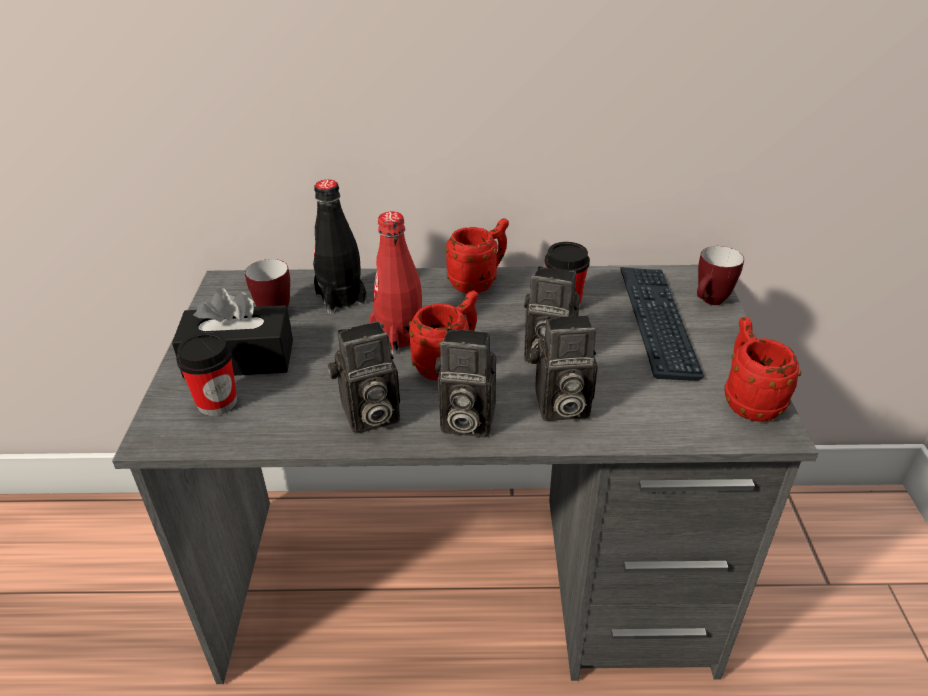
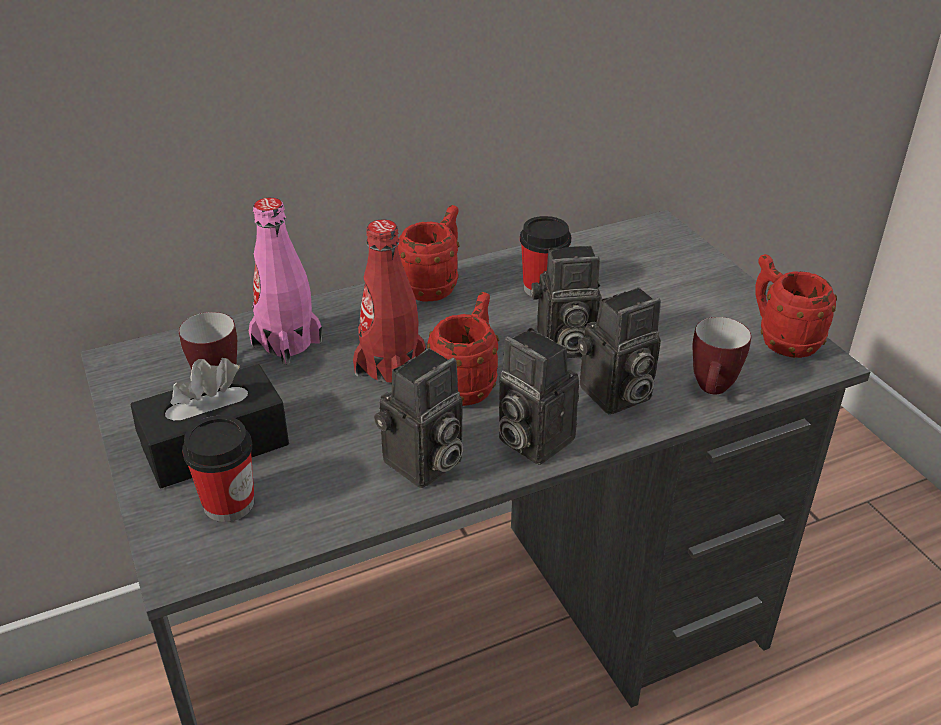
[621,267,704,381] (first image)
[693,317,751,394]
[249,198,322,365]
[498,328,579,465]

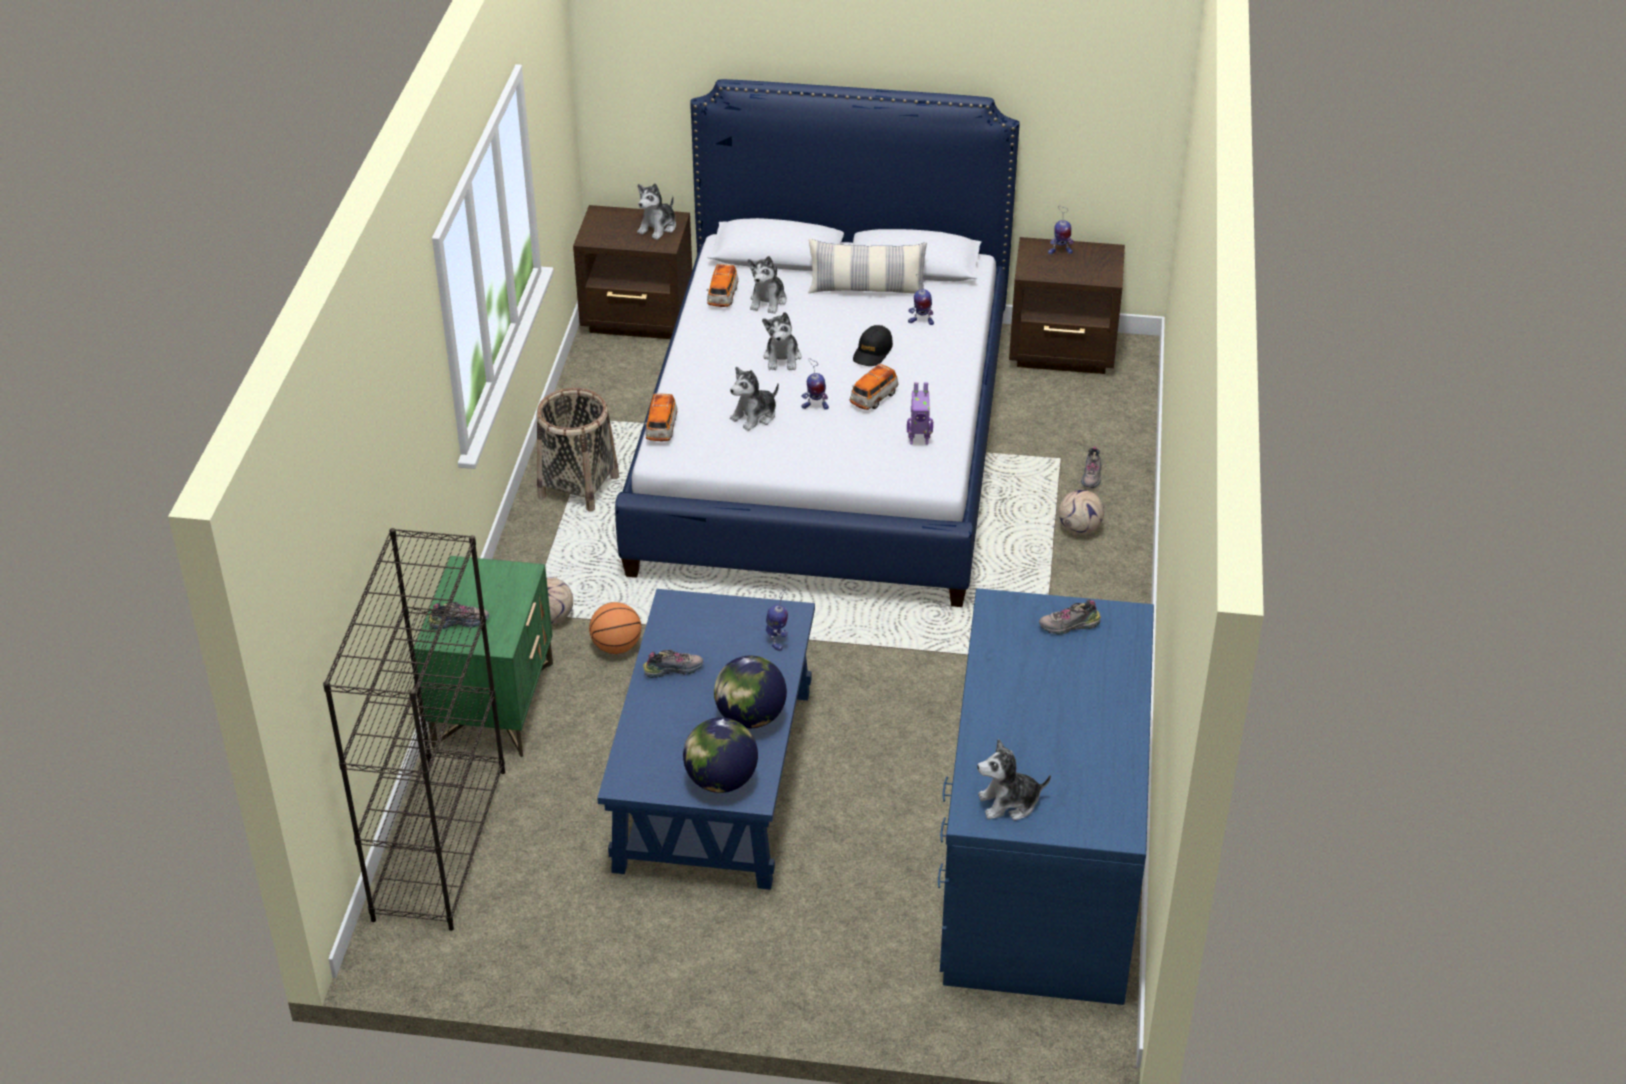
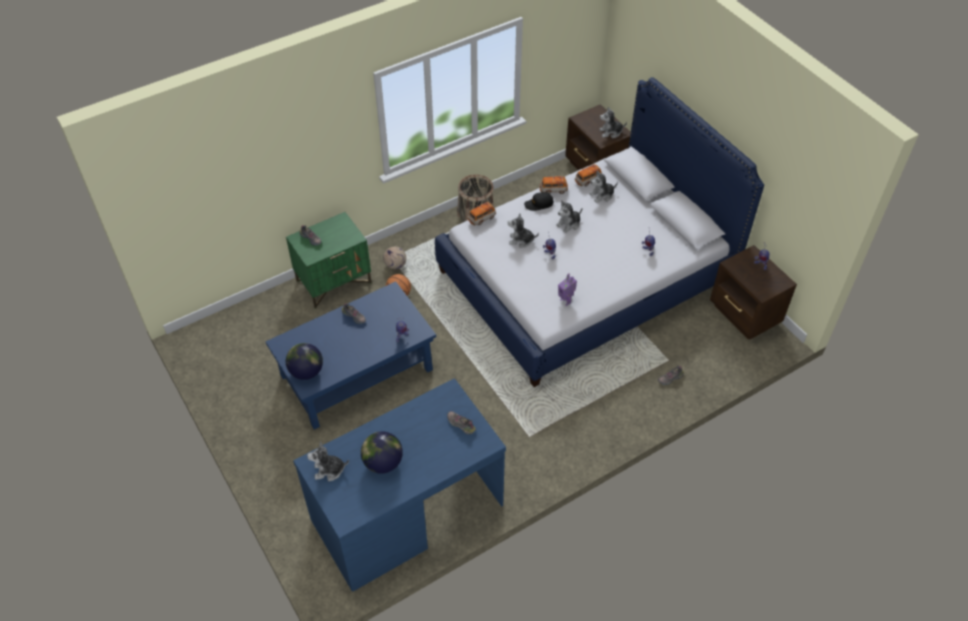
[323,528,505,931] (first image)
[808,238,927,294] (first image)
[1059,490,1104,535] (first image)
[361,431,403,474]
[540,176,568,194]
[524,192,554,211]
[307,441,349,481]

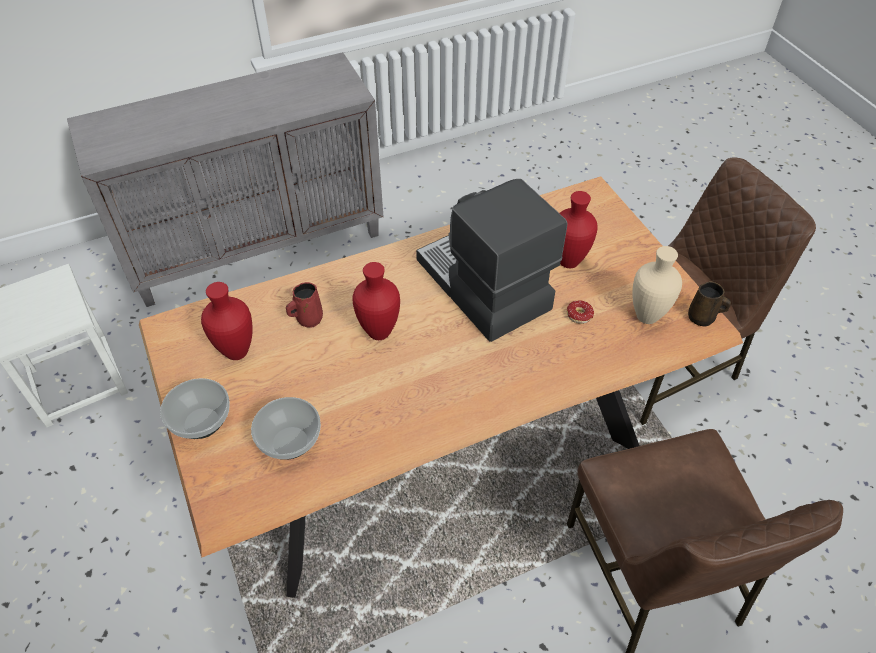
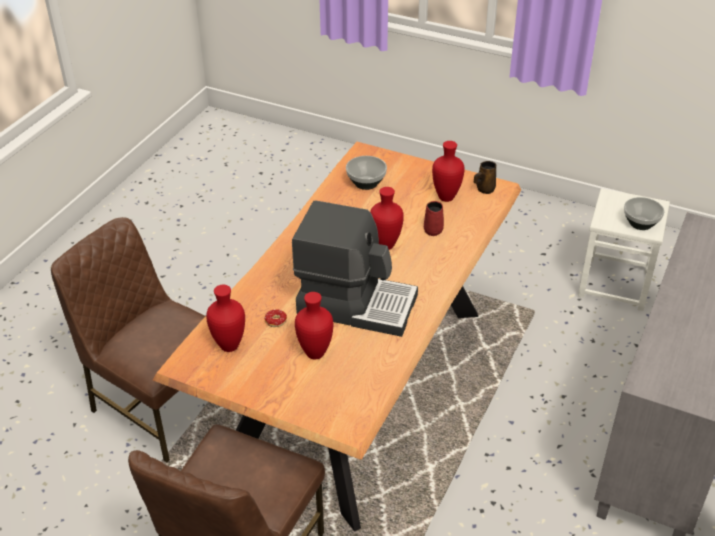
[624,197,664,230]
[474,161,496,194]
[206,285,245,352]

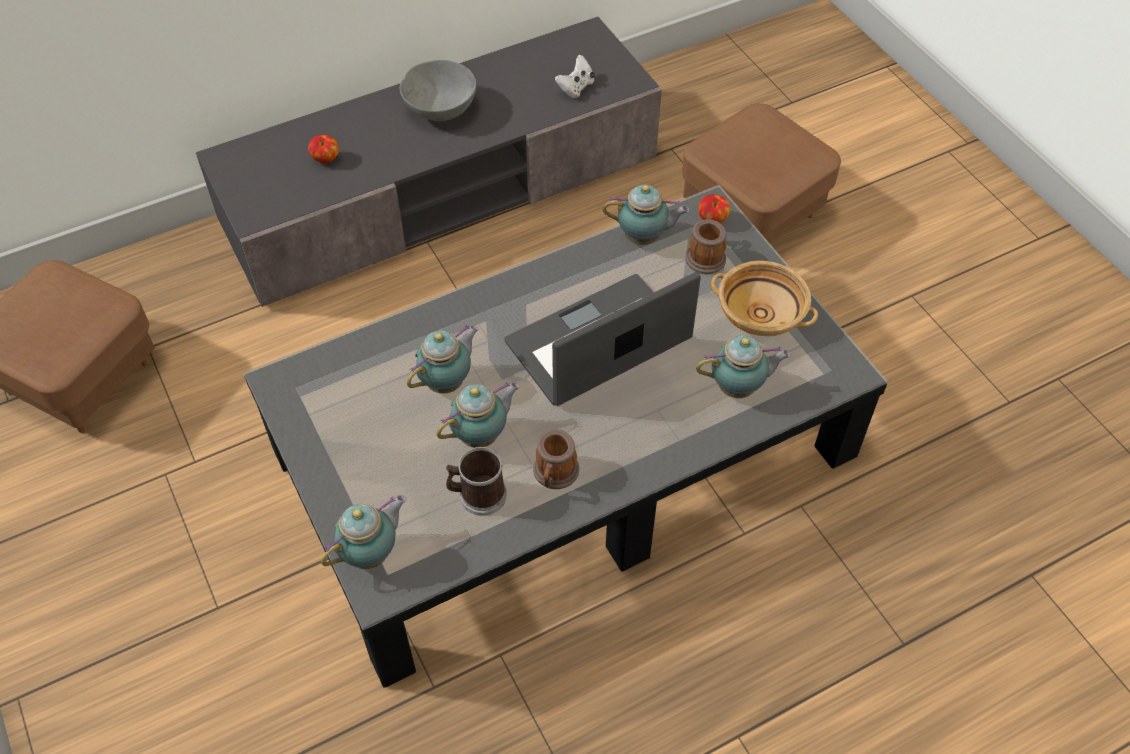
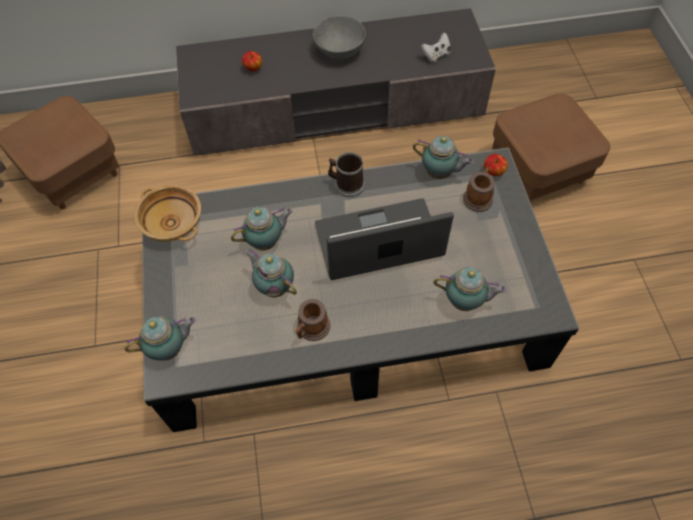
[328,152,365,197]
[134,185,201,242]
[245,249,297,297]

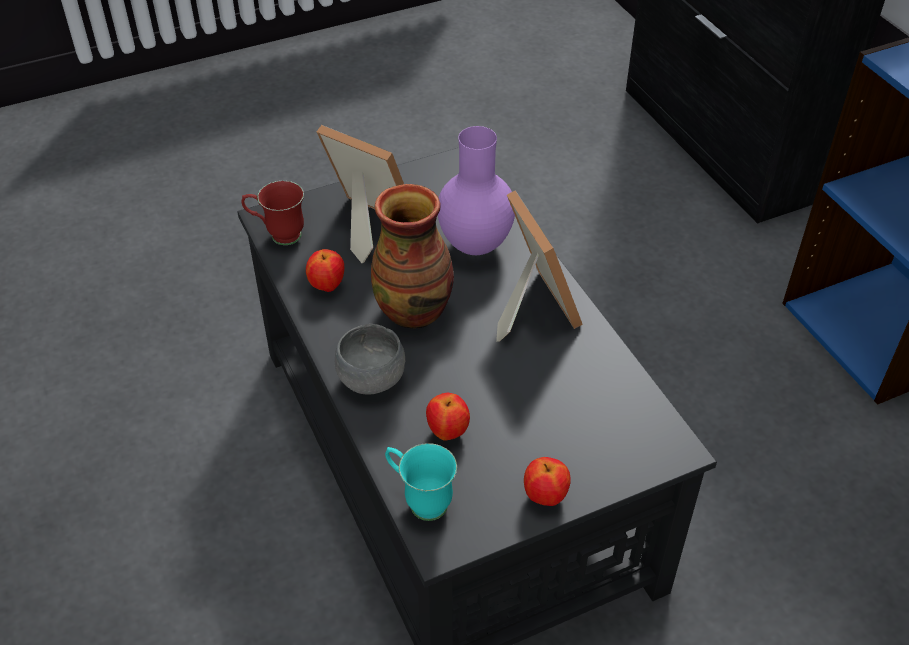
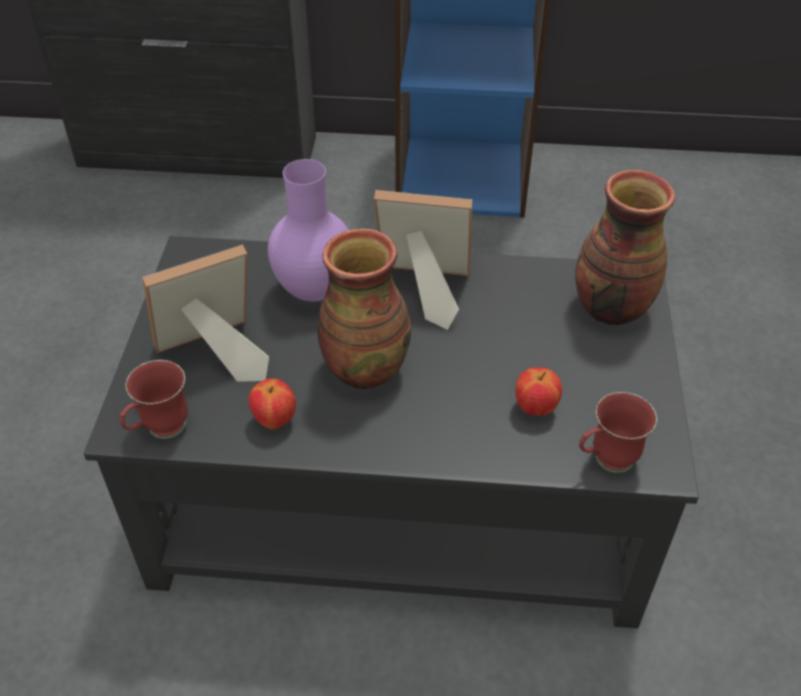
[335,324,405,395] (first image)
[524,457,571,506] (first image)
[575,170,675,325]
[579,392,657,473]

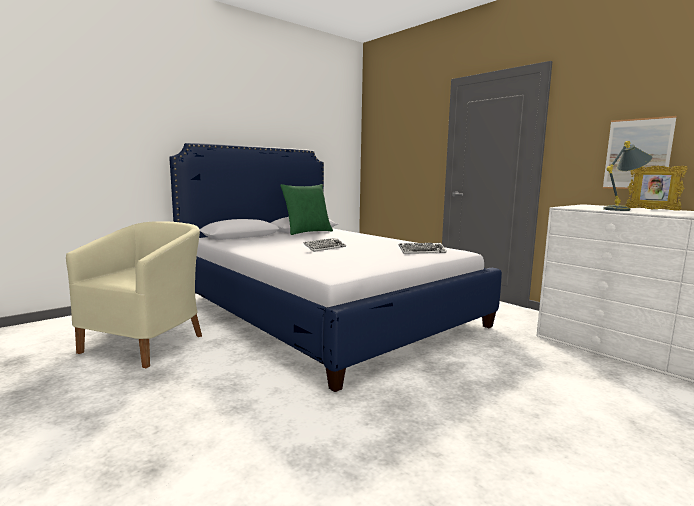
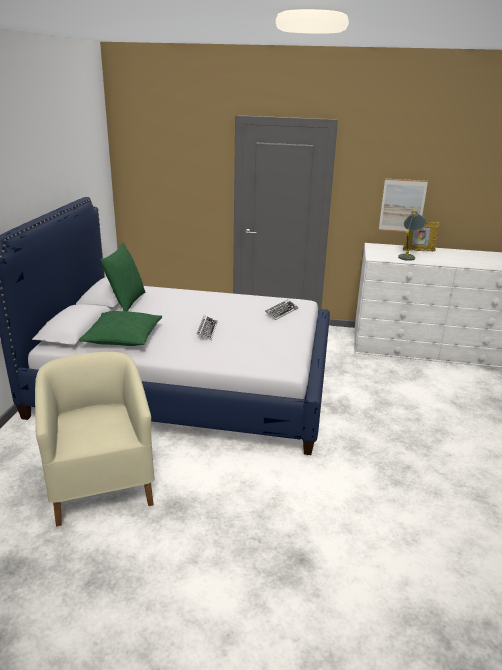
[79,311,162,346]

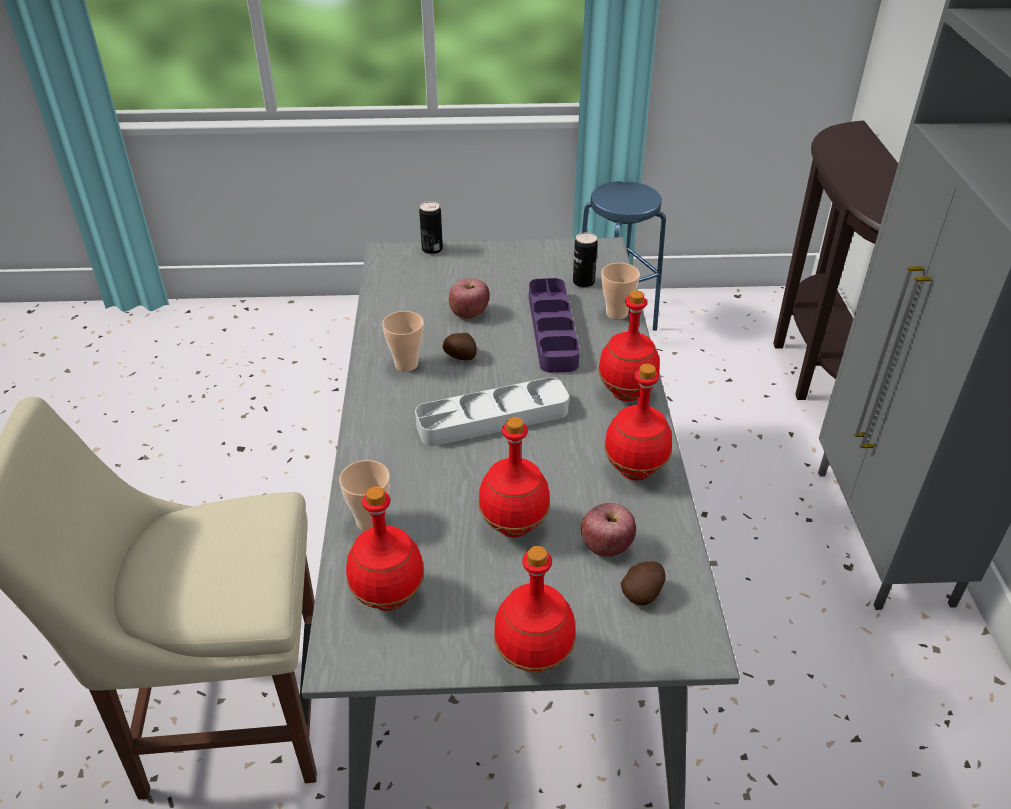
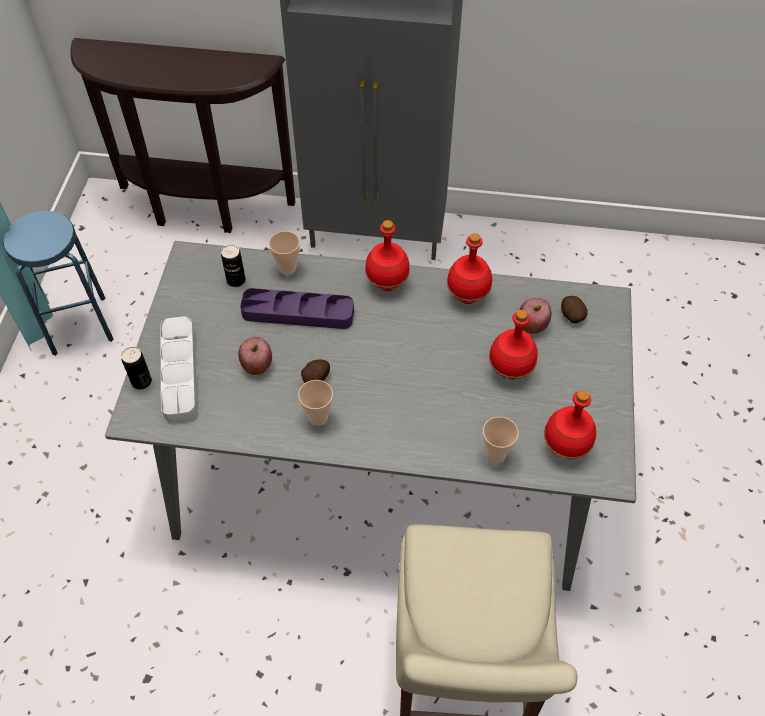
[494,546,576,673] (first image)
[160,316,197,423]

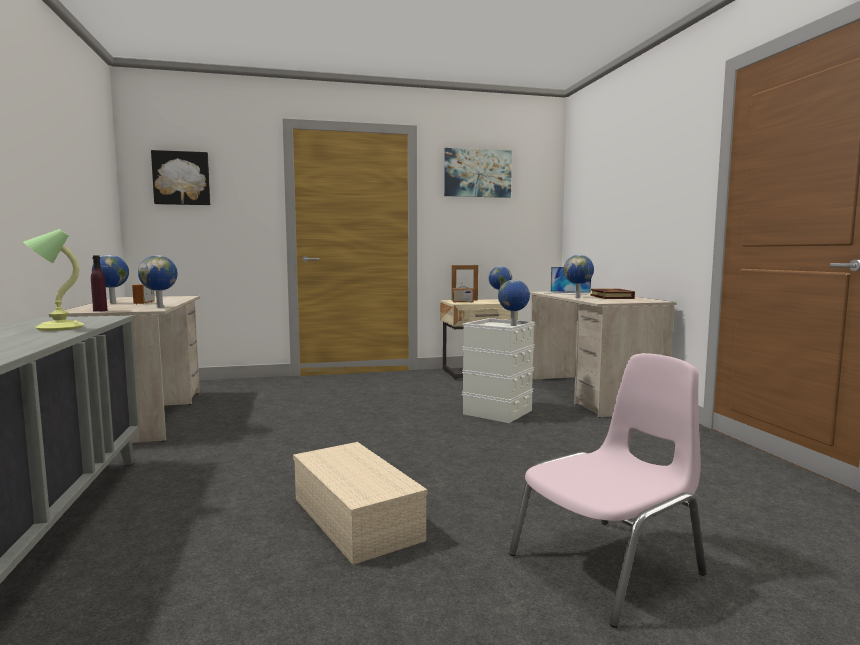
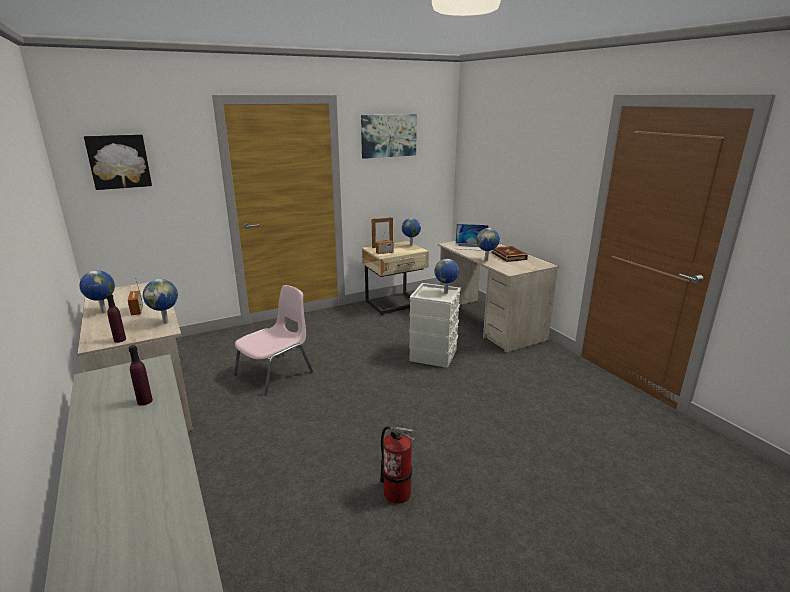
[234,285,313,396]
[129,345,153,406]
[380,424,415,504]

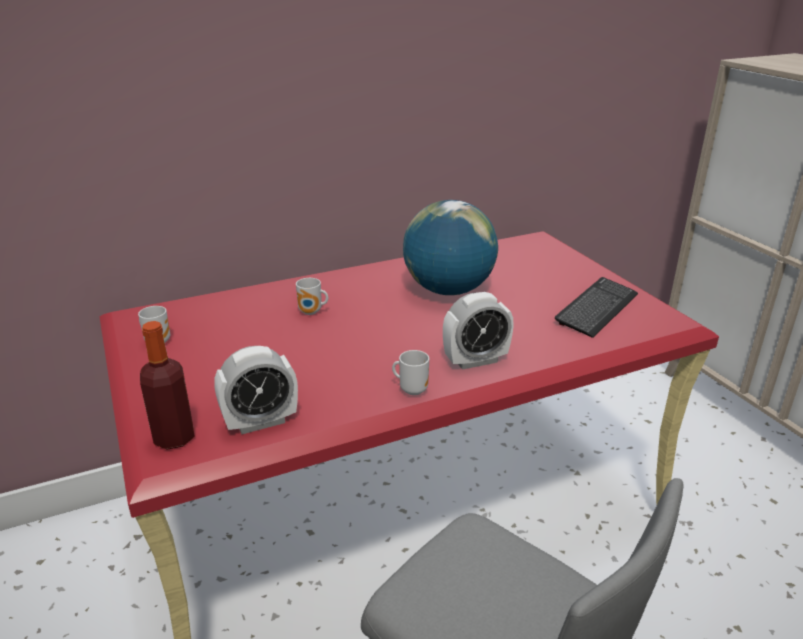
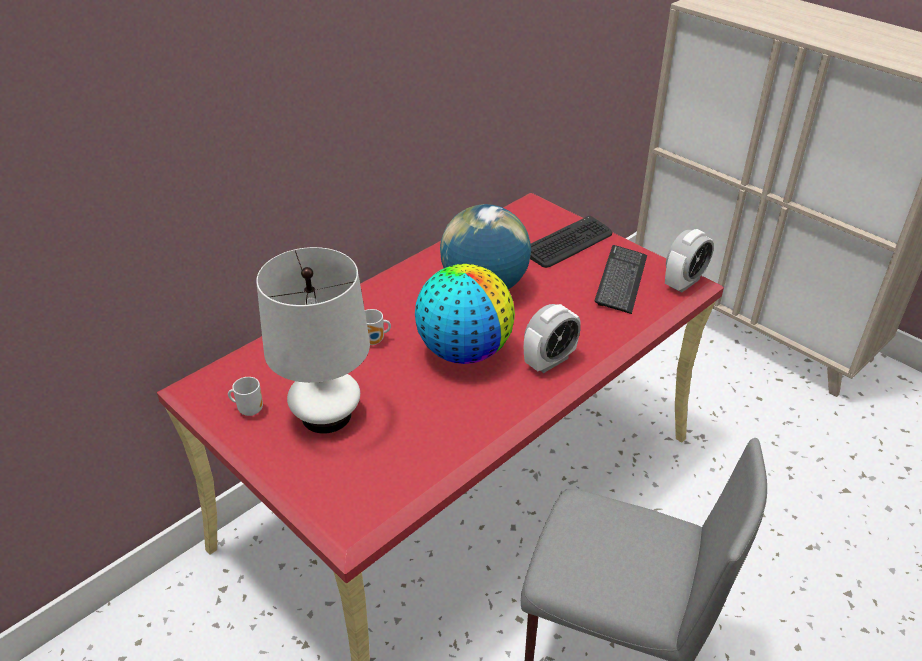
[140,321,195,450] (first image)
[392,350,429,395] (first image)
[256,247,370,434]
[415,264,515,364]
[530,216,612,268]
[665,229,714,292]

